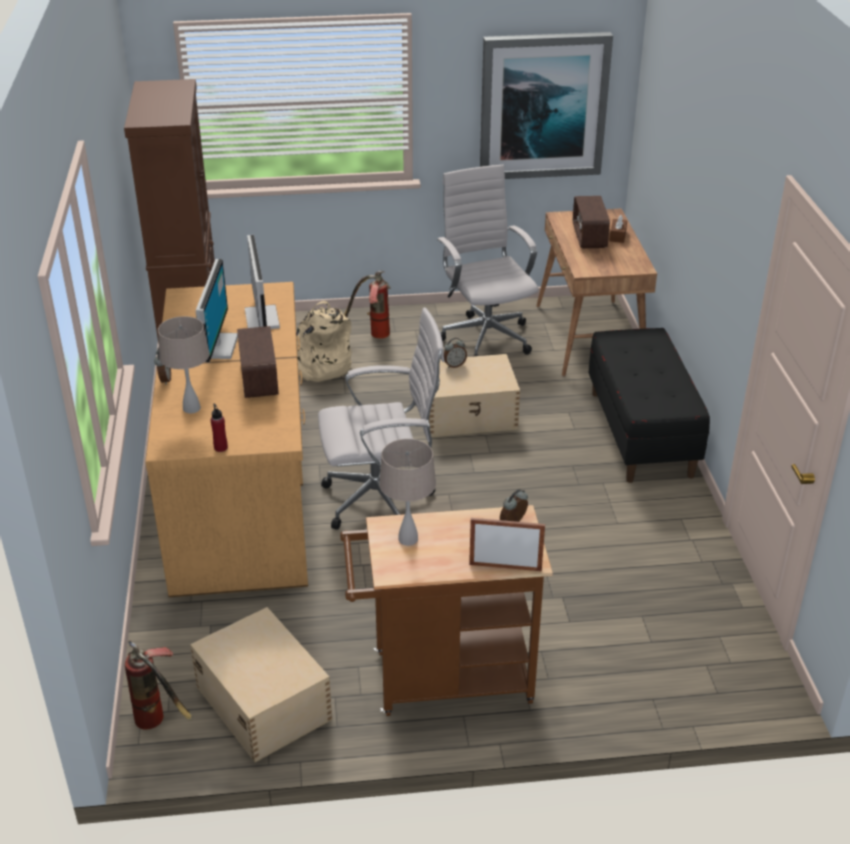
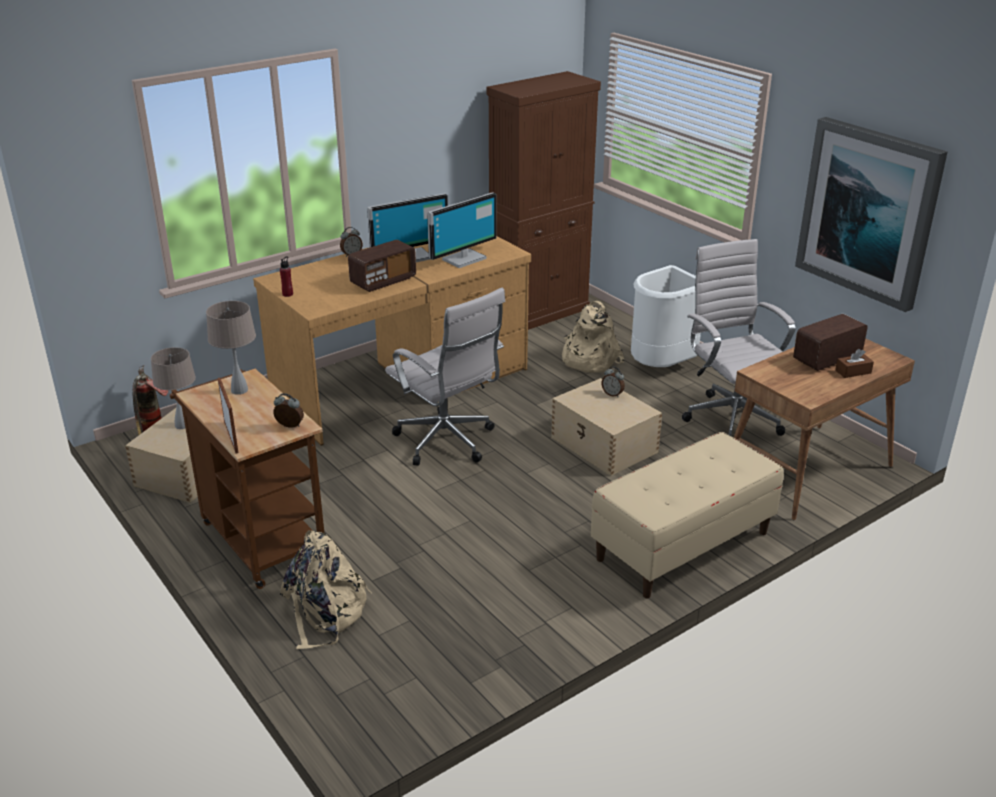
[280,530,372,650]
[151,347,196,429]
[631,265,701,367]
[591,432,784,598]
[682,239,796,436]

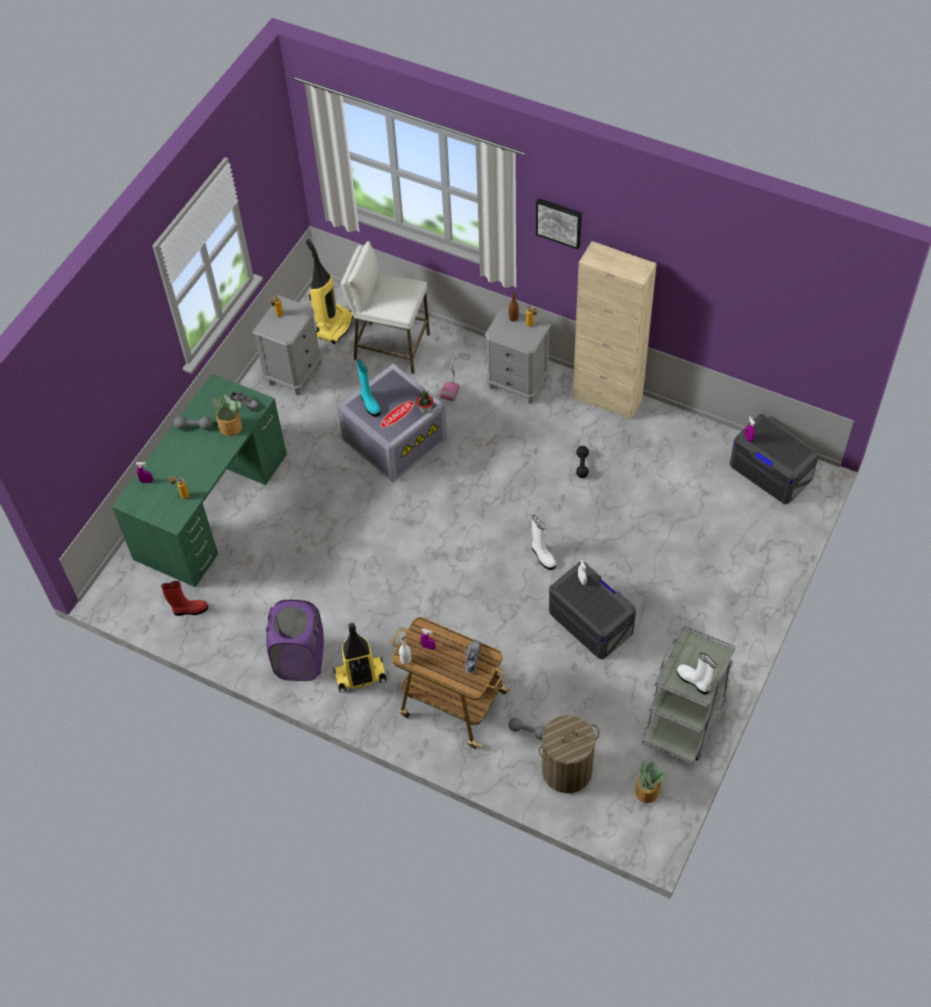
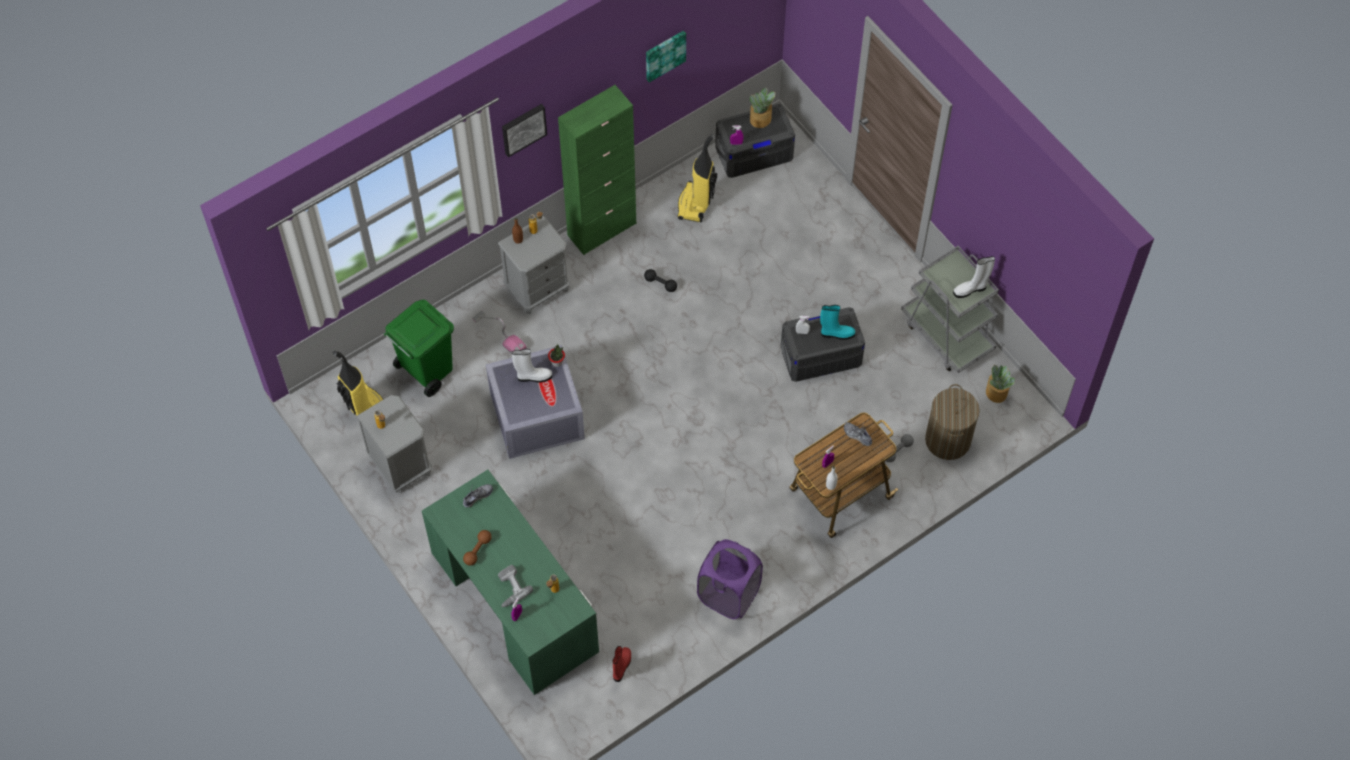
[498,565,533,607]
[646,30,686,83]
[750,87,775,128]
[677,134,717,222]
[820,305,855,340]
[512,349,552,383]
[384,300,454,397]
[463,530,492,566]
[558,85,636,255]

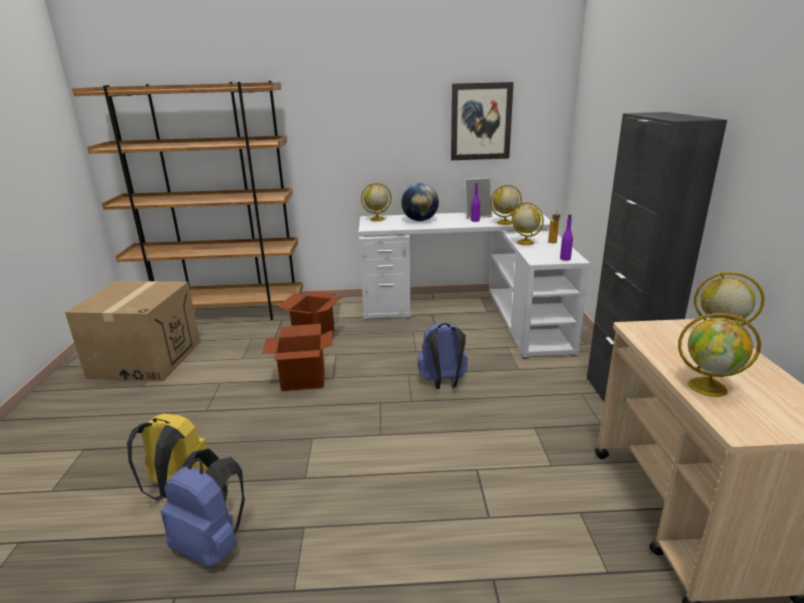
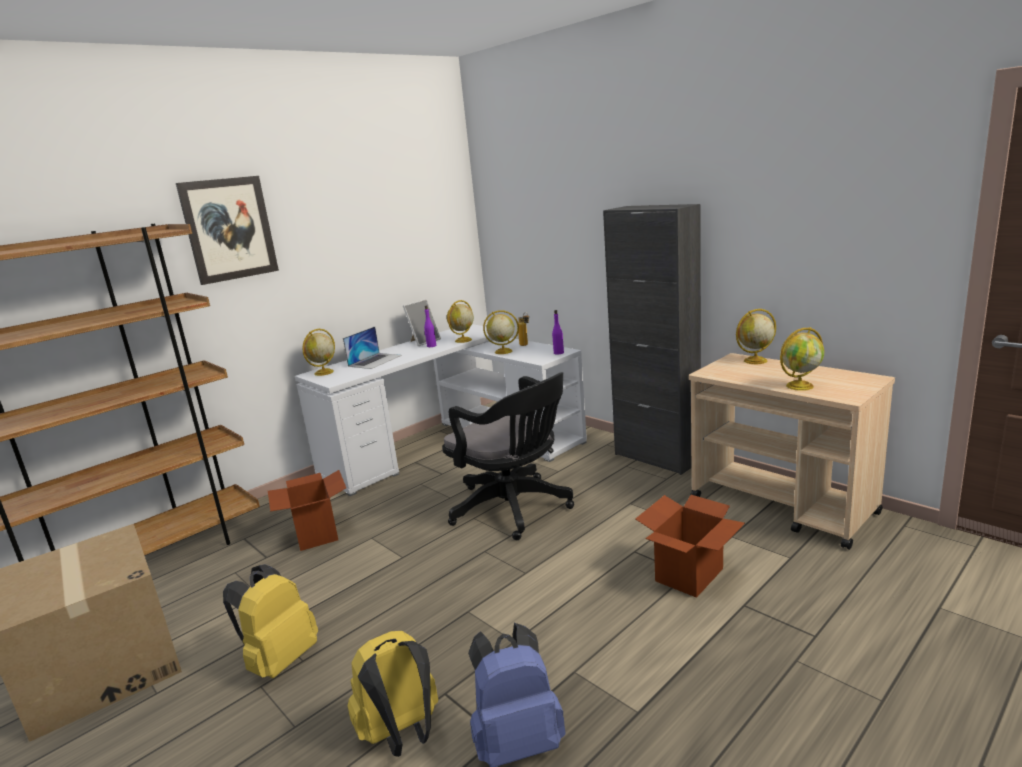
[223,564,318,678]
[636,495,745,598]
[176,176,279,285]
[343,327,402,369]
[442,372,574,540]

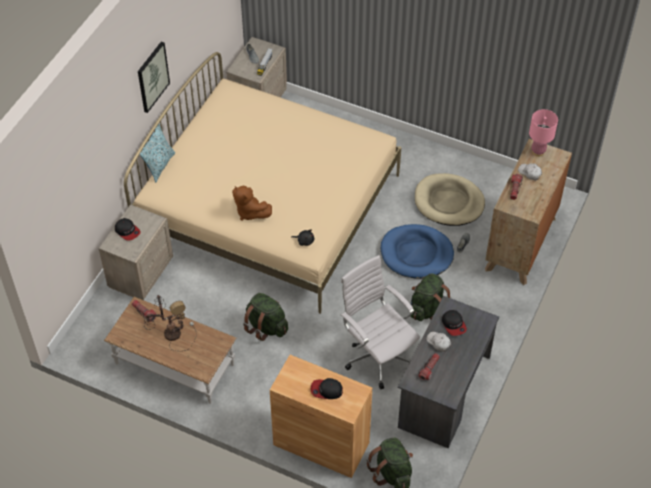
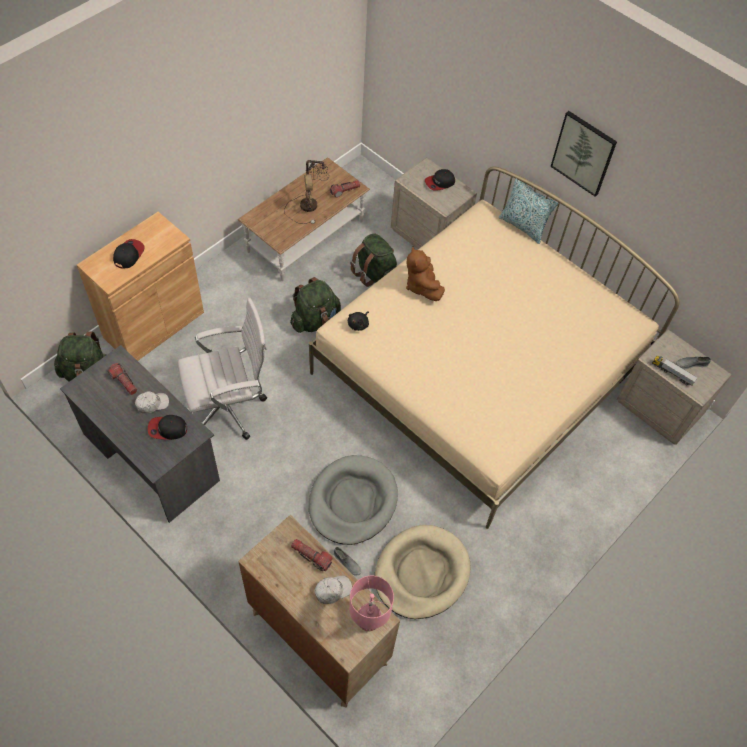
[350,233,397,287]
[309,455,398,545]
[406,246,445,301]

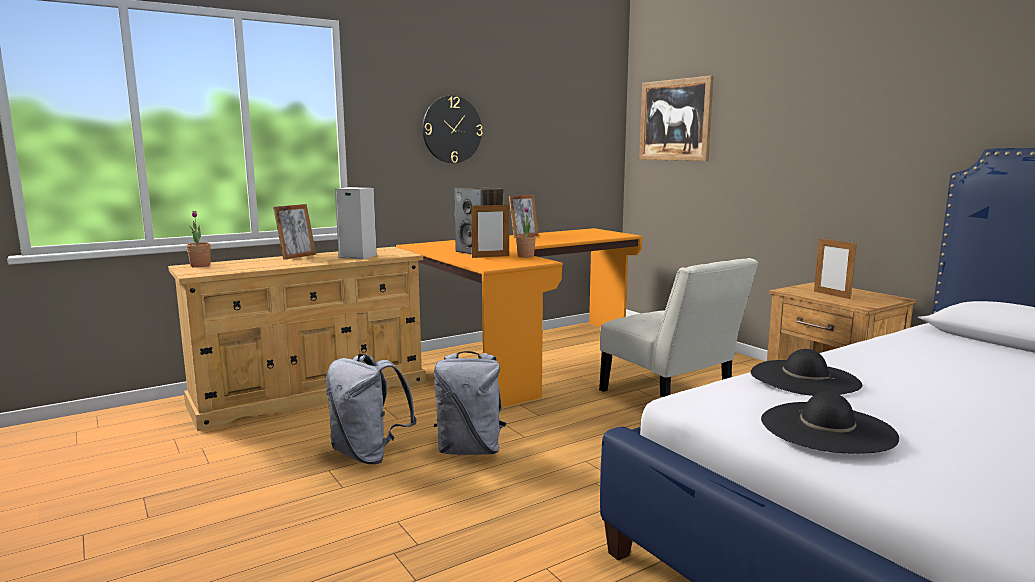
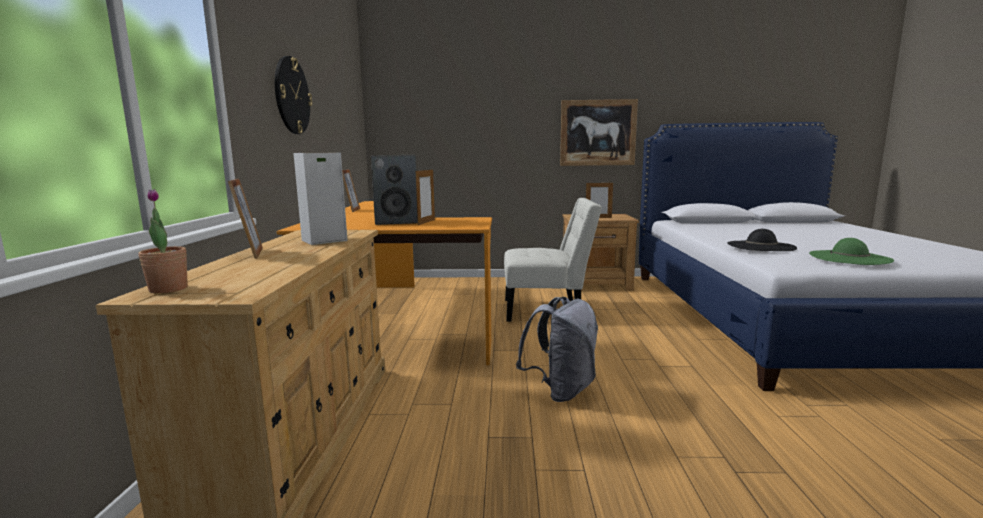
[326,354,417,464] (first image)
[516,207,536,258] (first image)
[560,99,638,166]
[809,238,894,265]

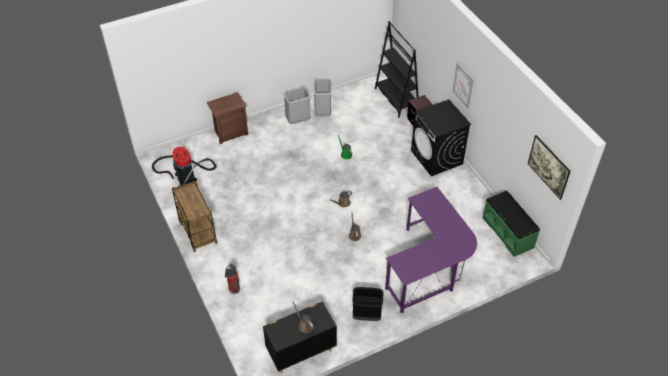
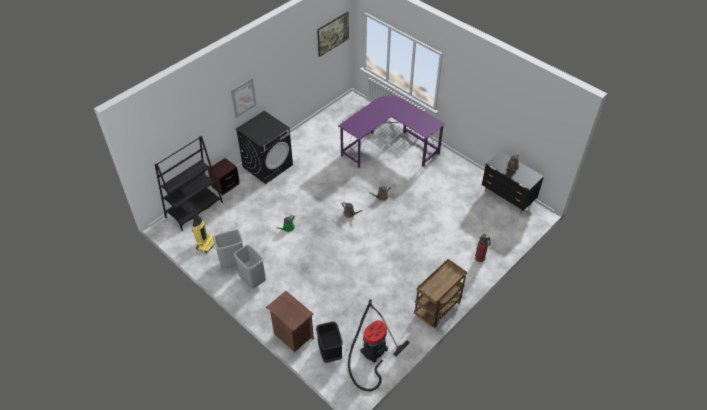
[482,190,540,257] (first image)
[188,203,215,253]
[316,321,343,363]

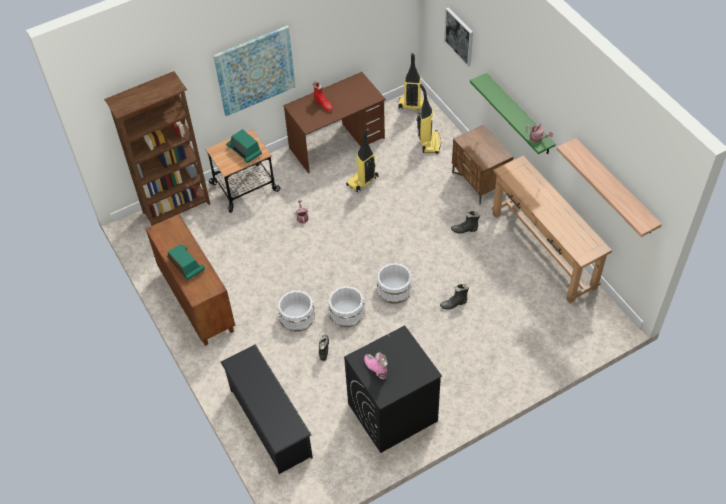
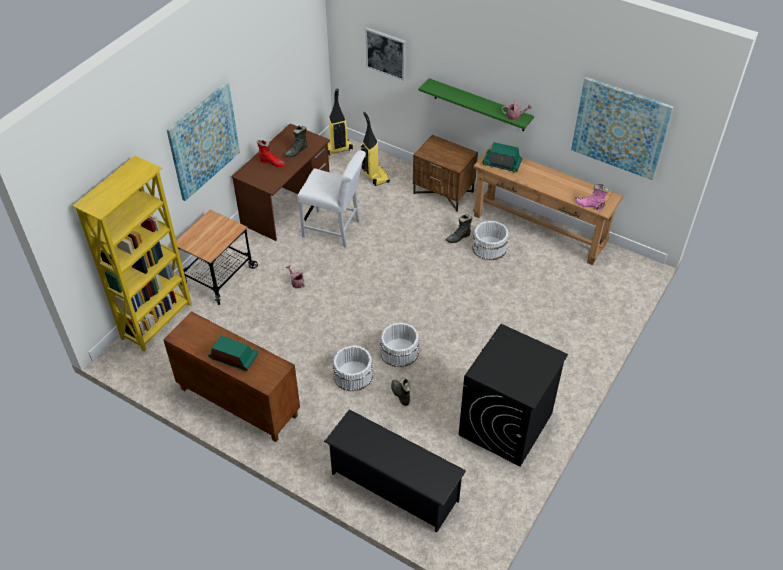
[483,142,522,173]
[575,184,609,210]
[472,221,509,260]
[285,126,307,157]
[297,151,366,248]
[571,77,674,180]
[73,156,192,352]

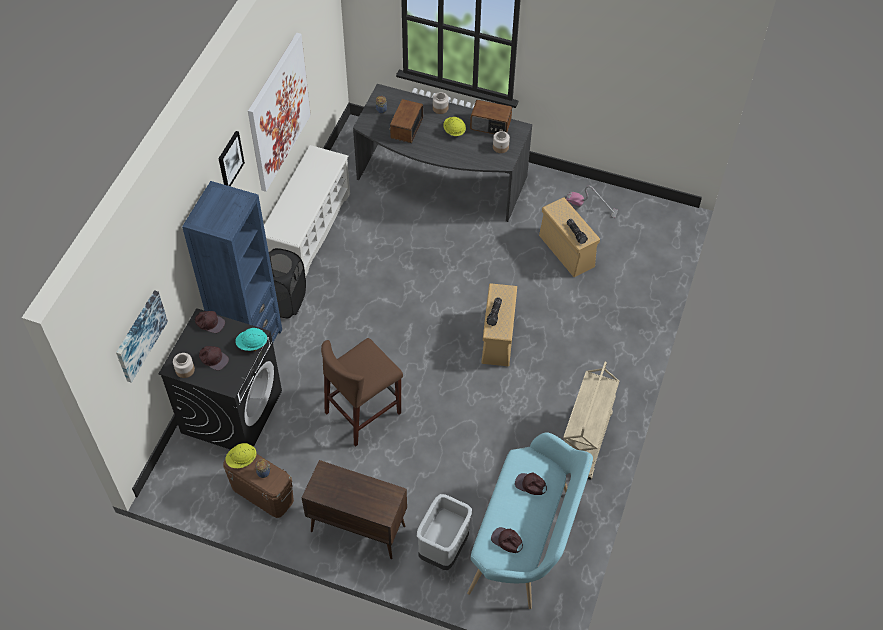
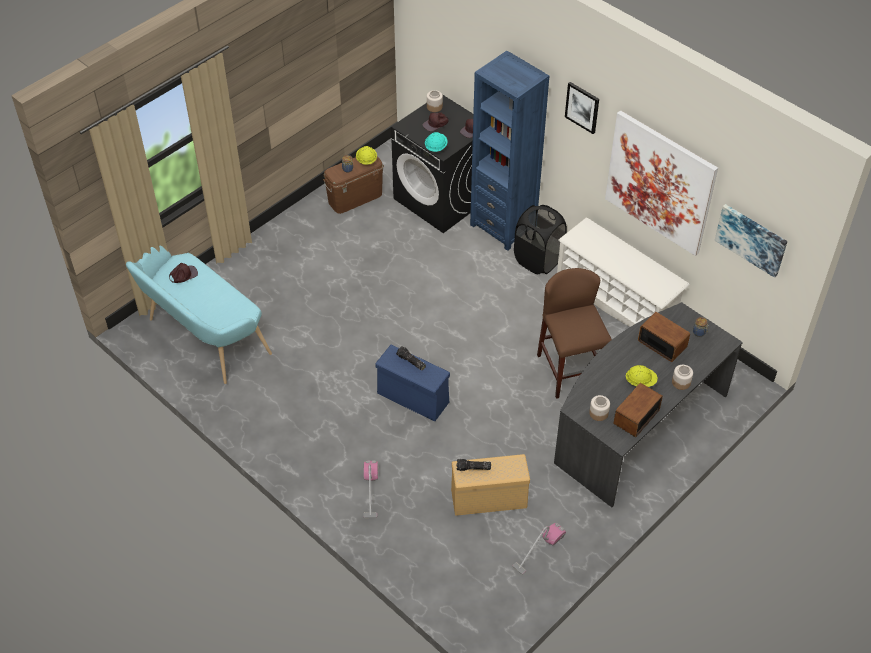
[302,460,407,559] (first image)
[417,494,472,570] (first image)
[515,472,547,495] (first image)
[563,362,619,480] (first image)
[364,460,378,518]
[715,204,788,278]
[537,268,612,399]
[375,345,450,421]

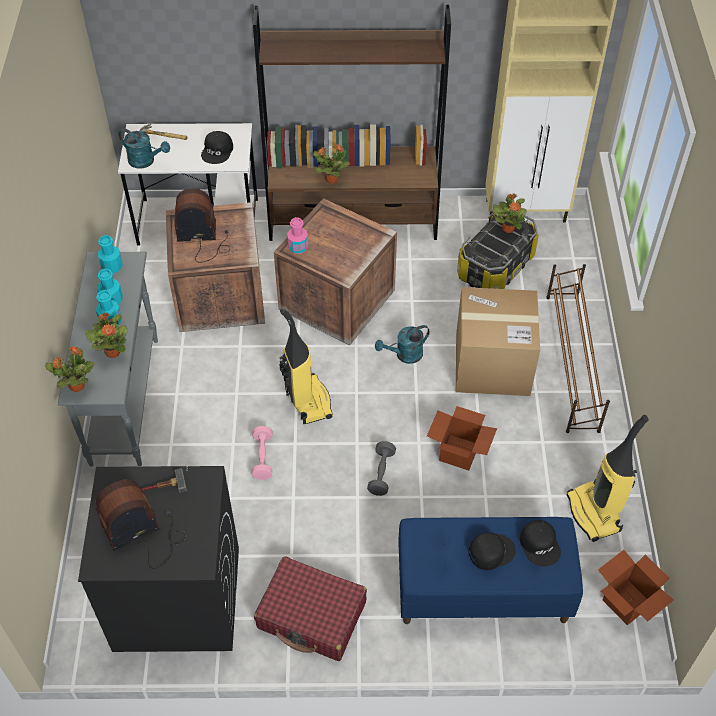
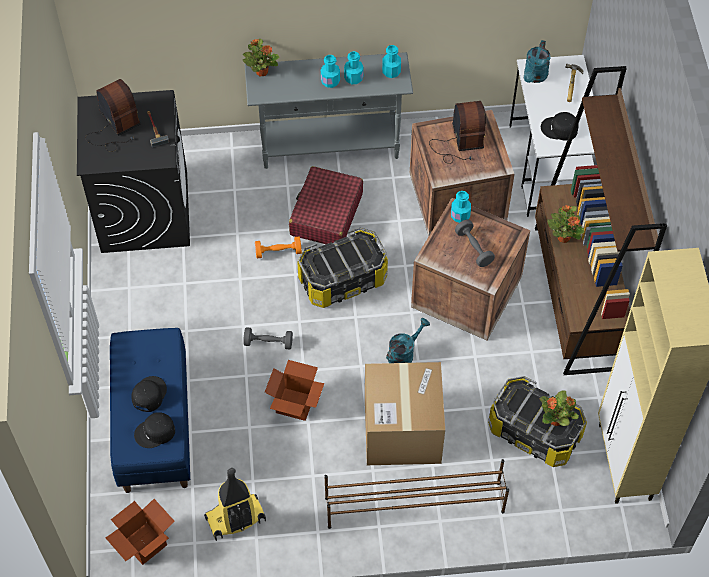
[85,313,127,358] (first image)
[455,220,495,267]
[289,166,363,244]
[297,227,388,308]
[255,236,302,259]
[451,191,471,223]
[386,318,430,363]
[131,376,167,412]

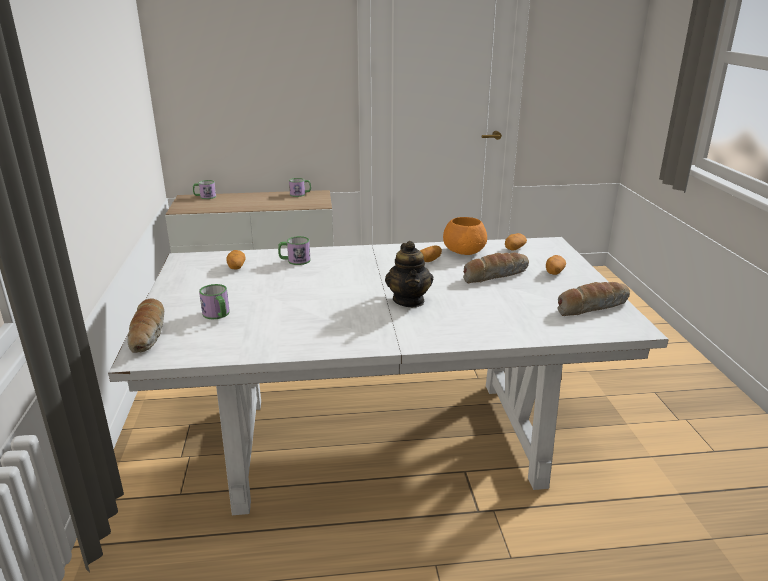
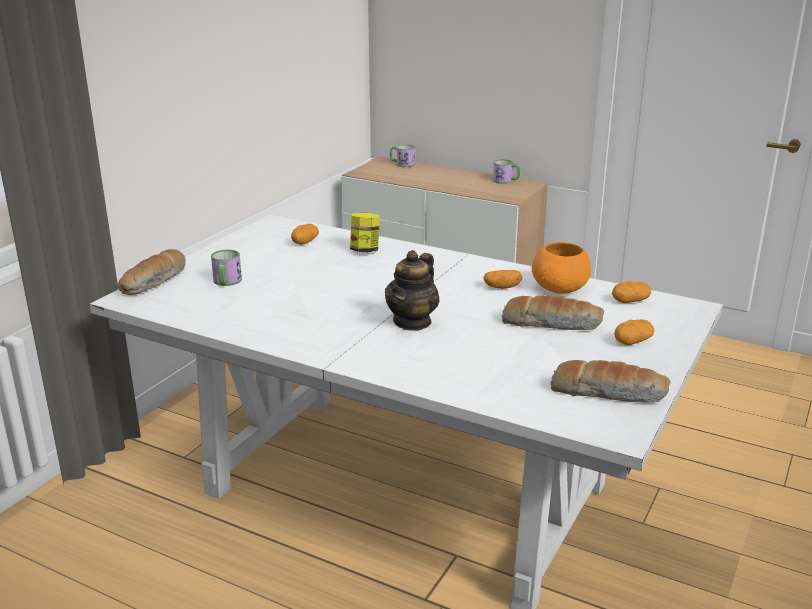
[350,212,380,252]

